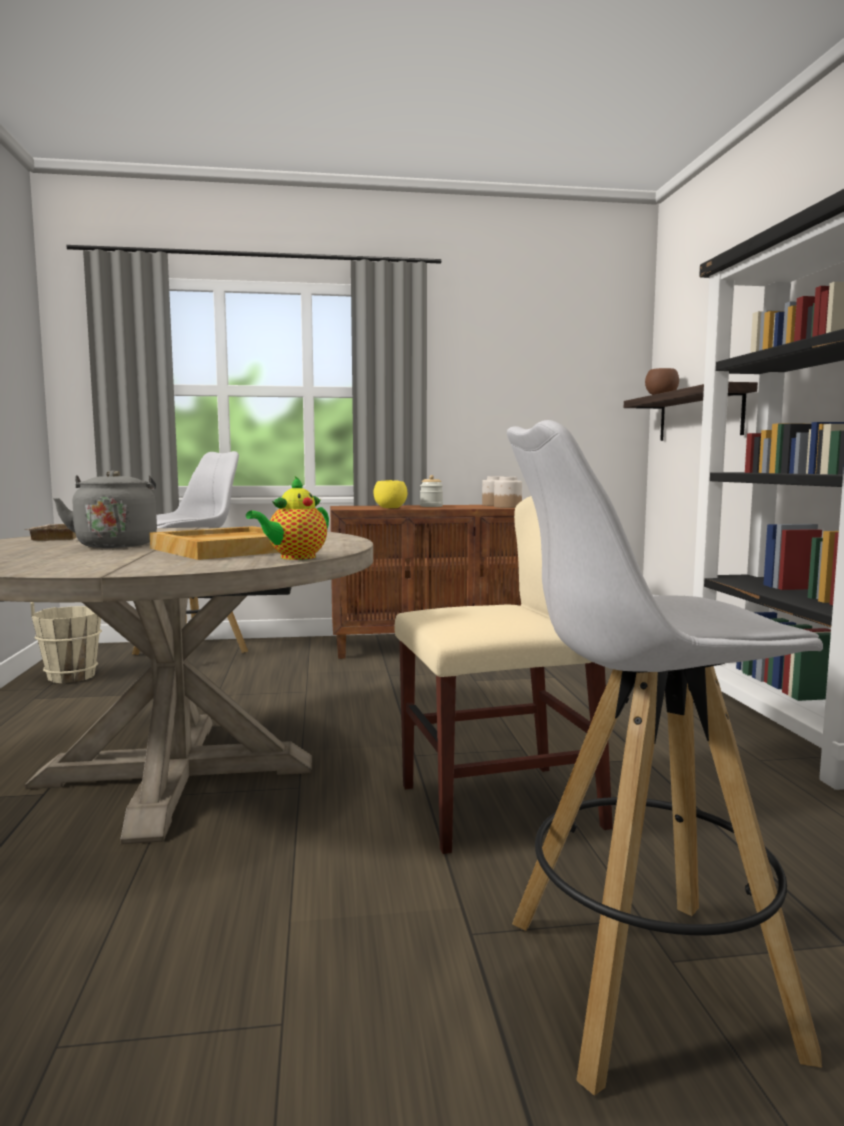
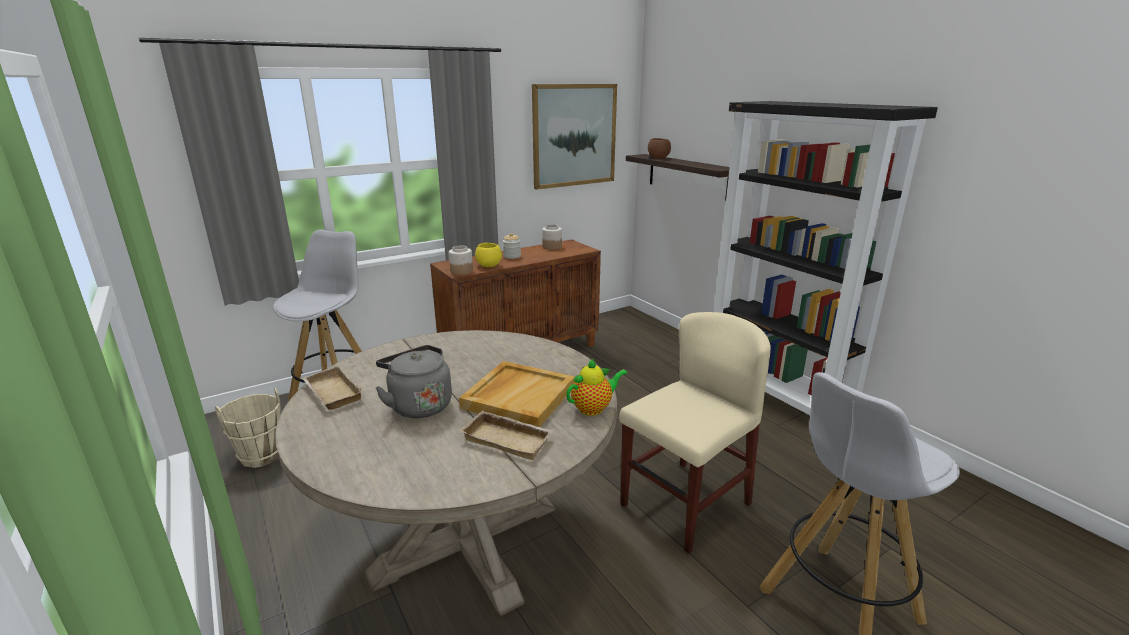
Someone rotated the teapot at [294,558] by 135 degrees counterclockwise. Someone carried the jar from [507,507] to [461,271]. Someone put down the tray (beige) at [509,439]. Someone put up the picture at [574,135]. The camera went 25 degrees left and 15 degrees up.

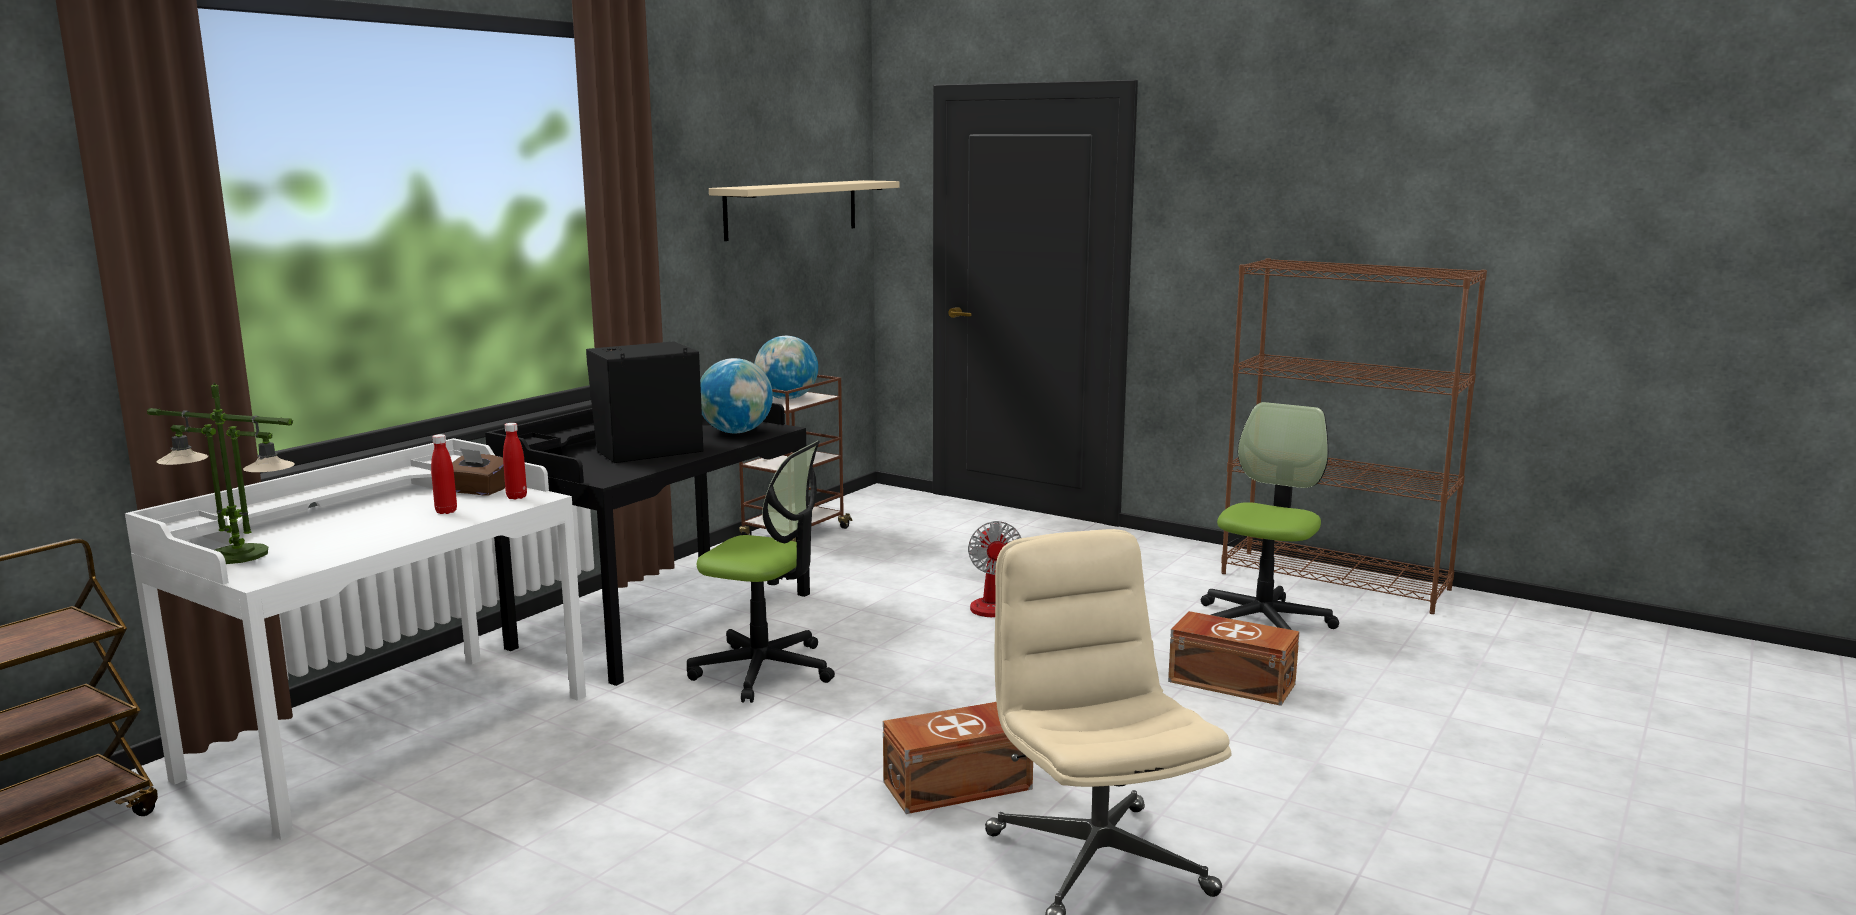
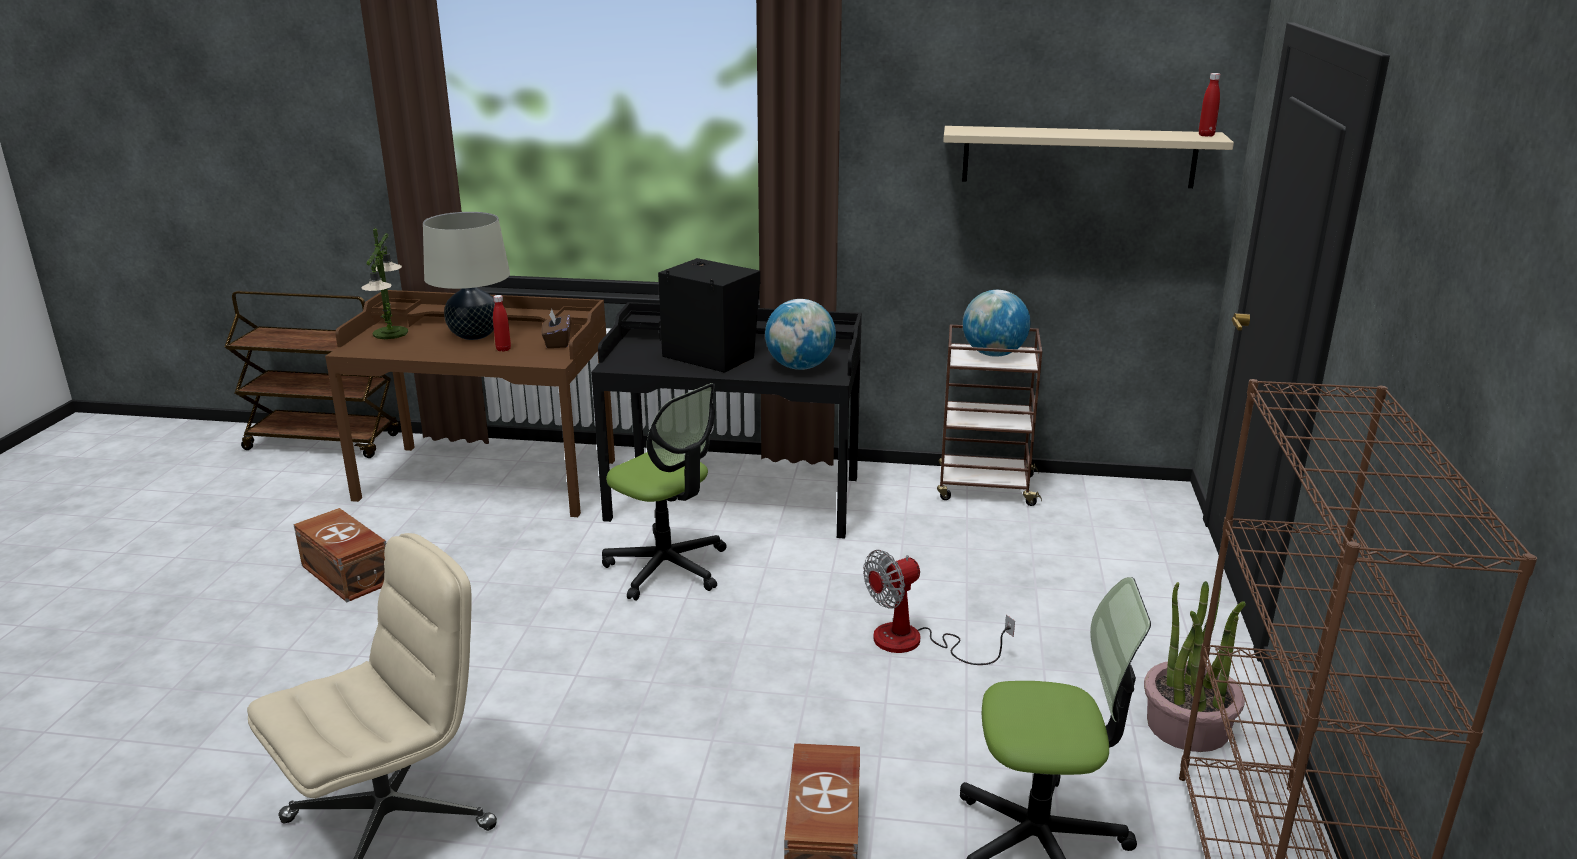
Someone repainted the desk (white) at [390,735], which became the desk (brown) at [488,479]. Someone carried the bottle (red) from [516,497] to [1206,135]. Someone rotated the office chair at [764,670] by 45 degrees counterclockwise. Someone carried the storage box (brown) from [960,786] to [346,575]. Someone put down the table lamp (beige) at [474,335]. Someone put down the potted plant at [1187,726]. The camera went 65 degrees right and 10 degrees up.

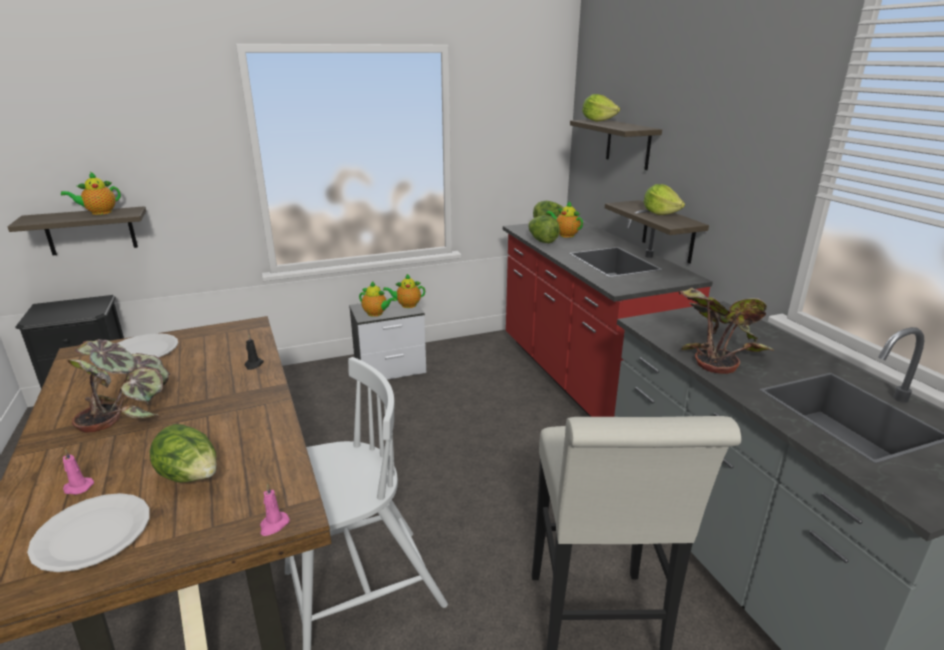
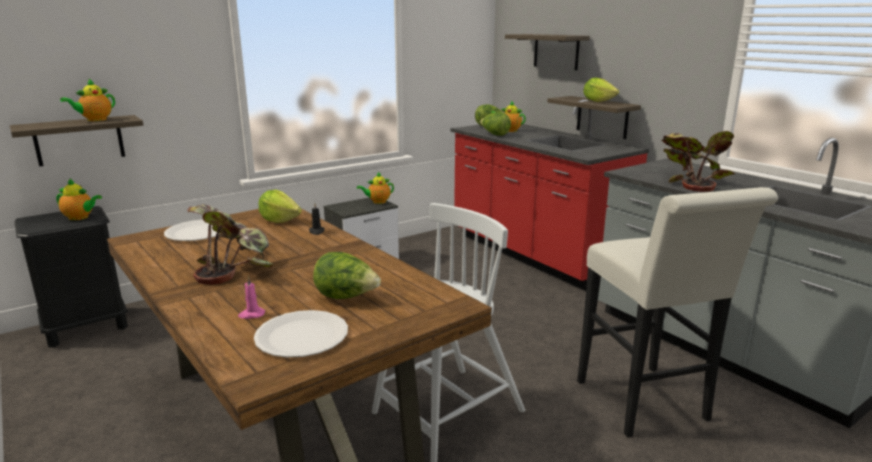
Someone took away the candle (pink) at [273,525]. Someone carried the teapot from [376,314] to [80,217]. Someone carried the lettuce from [598,121] to [279,220]. The camera went 15 degrees left and 5 degrees down.

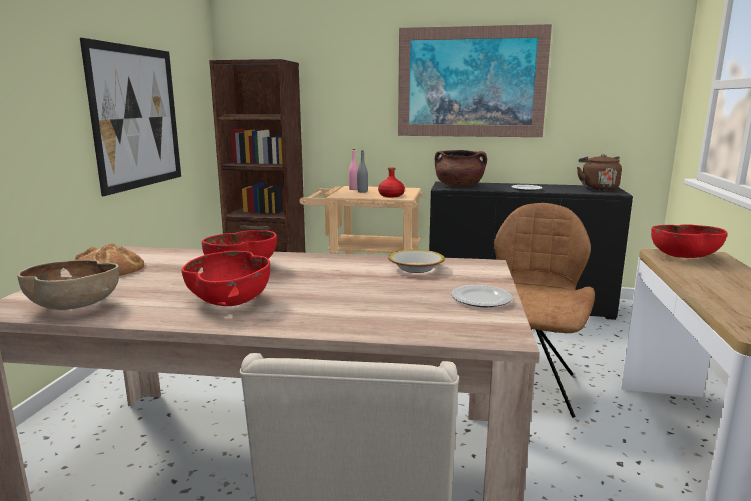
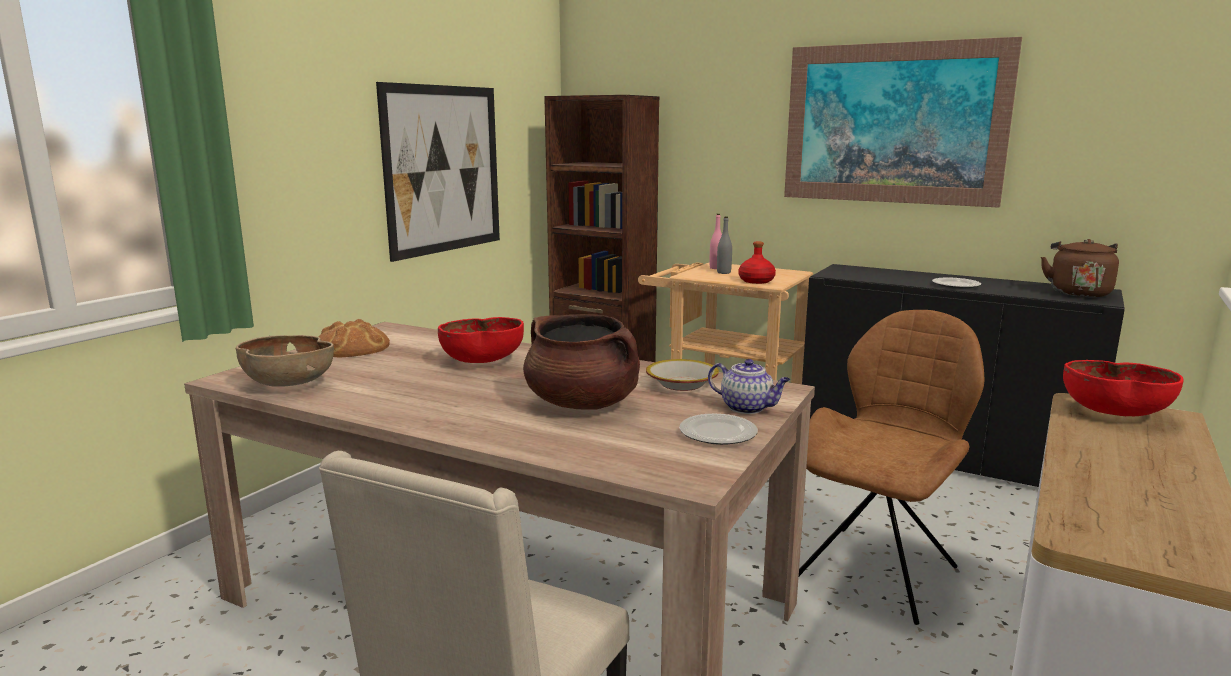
Someone took away the bowl (red) at [230,300]. Someone carried the cooking pot (brown) from [459,186] to [583,403]. Someone put down the teapot at [748,408]. The camera went 20 degrees right and 0 degrees up.

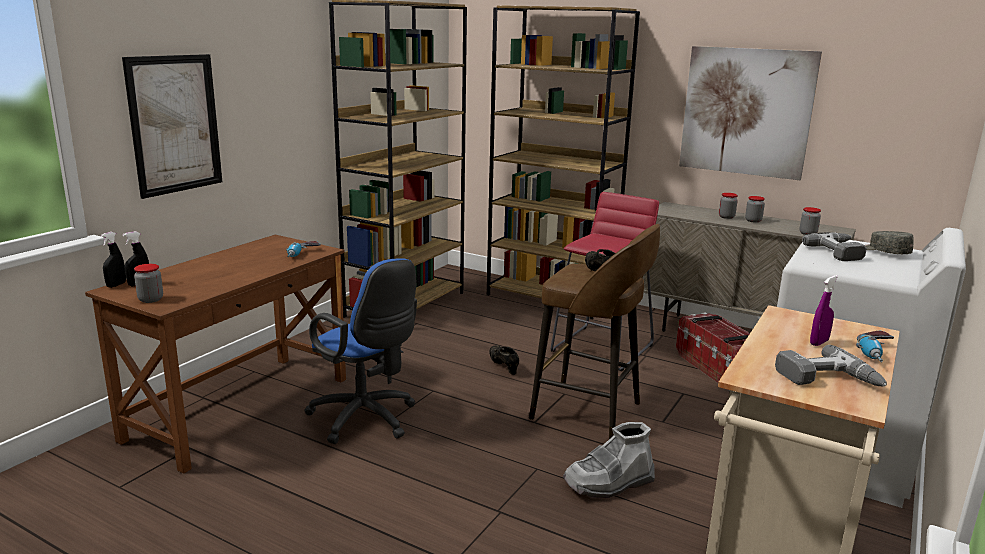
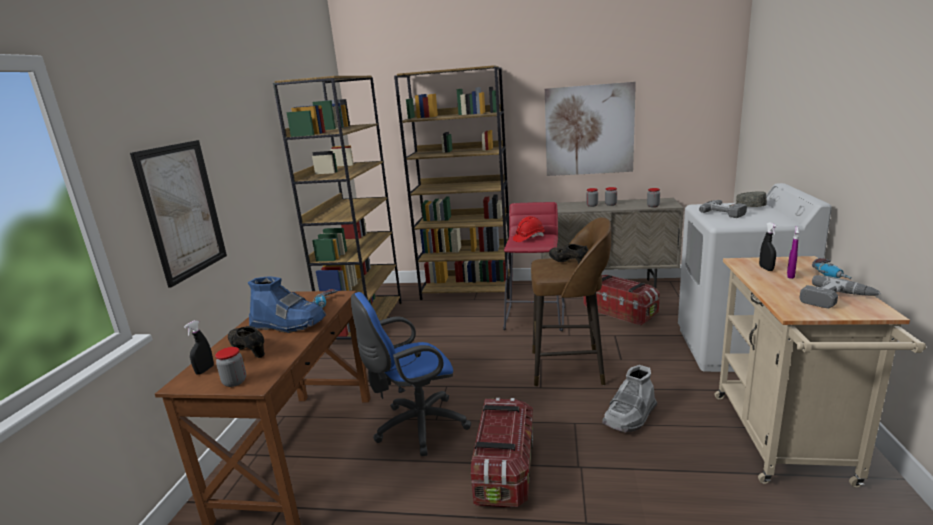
Someone carried the spray bottle (black) from [116,285] to [766,268]. Someone rotated the office chair (blue) at [366,420] by 135 degrees clockwise. Someone carried the shoe (black) from [504,366] to [249,351]. Someone put down the boot (blue) at [289,324]. Someone put down the storage box at [505,469]. Someone put down the hard hat (red) at [528,238]. The camera went 20 degrees left and 0 degrees up.

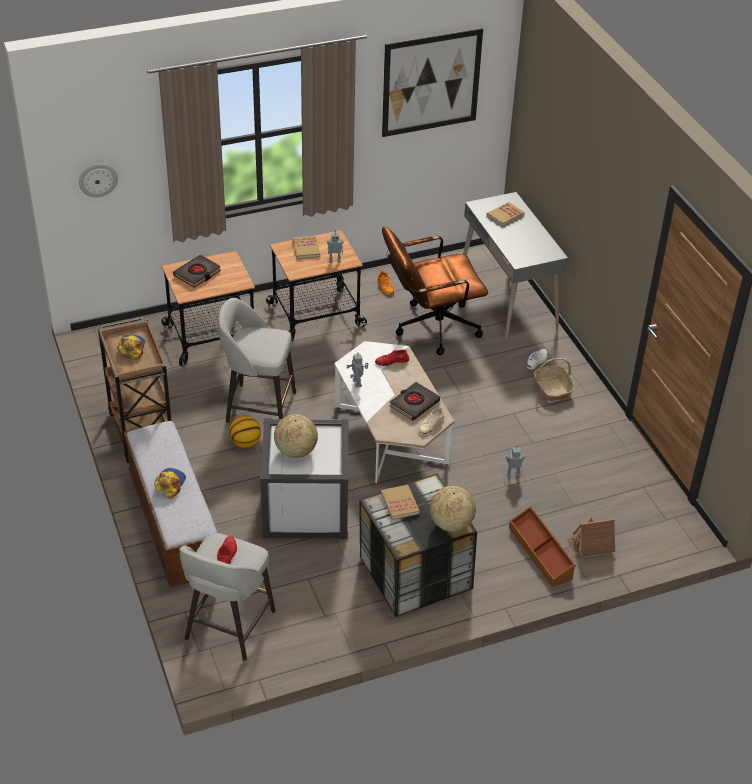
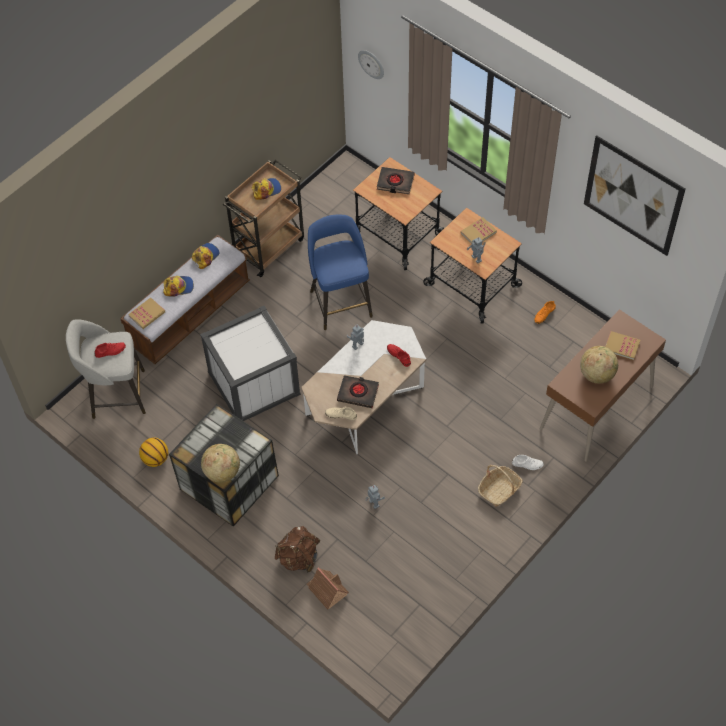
Someone repainted the stool (grey) at [258,406], which became the stool (blue) at [340,302]. Someone carried the basketball from [245,443] to [155,459]. Someone carried the globe from [295,451] to [597,374]. Someone carried the book from [400,503] to [147,314]. Someone took away the office chair (brown) at [430,328]. Someone repainted the desk (grey) at [508,298], which became the desk (brown) at [597,408]. Someone swapped the storage box (brown) at [541,553] for the backpack (brown) at [298,558]. Someone put down the cap at [205,256]. The camera went 65 degrees right and 15 degrees up.

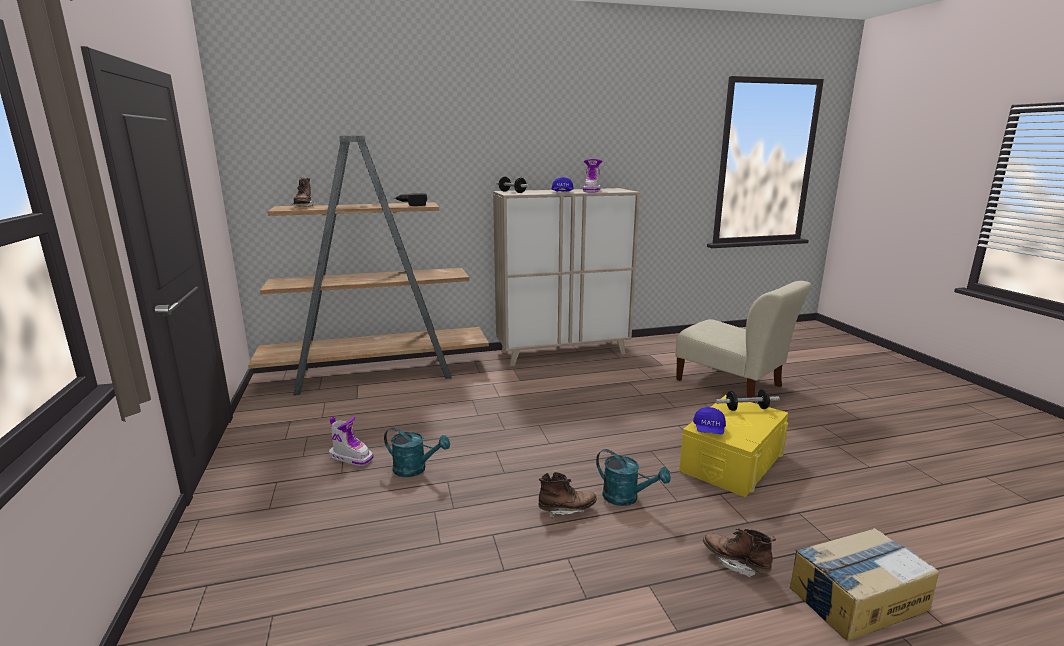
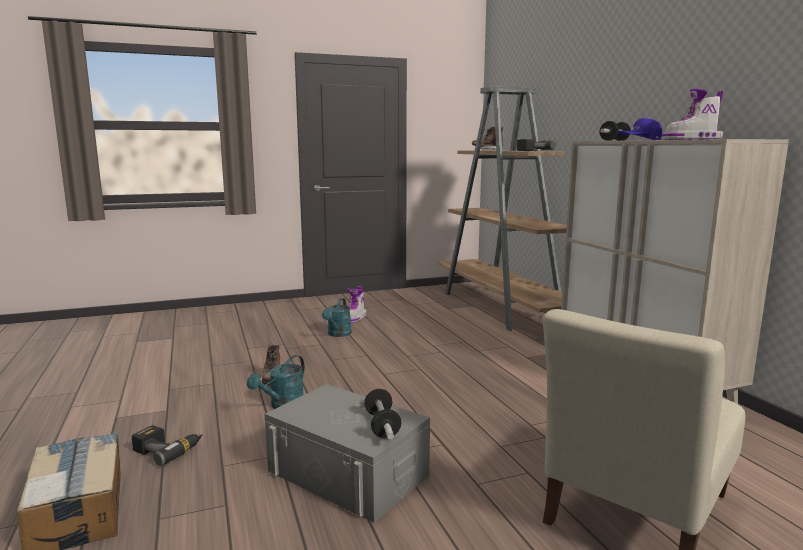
Someone repainted the storage box (yellow) at [732,461], which became the storage box (grey) at [348,473]. Someone took away the cap (blue) at [709,430]. Someone swapped the boot (brown) at [735,562] for the power drill at [168,449]. The camera went 85 degrees right and 5 degrees down.

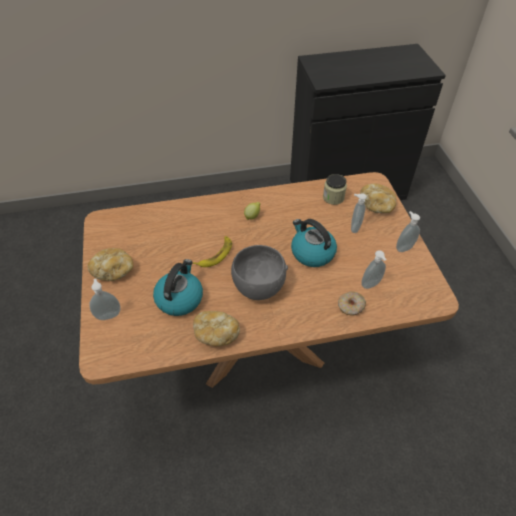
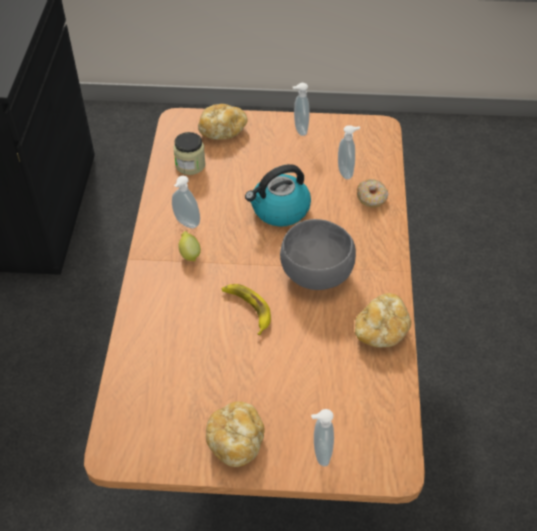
Someone took away the kettle at [179,298]. Someone carried the soap dispenser from [354,227] to [186,224]. The camera went 75 degrees left and 0 degrees up.

